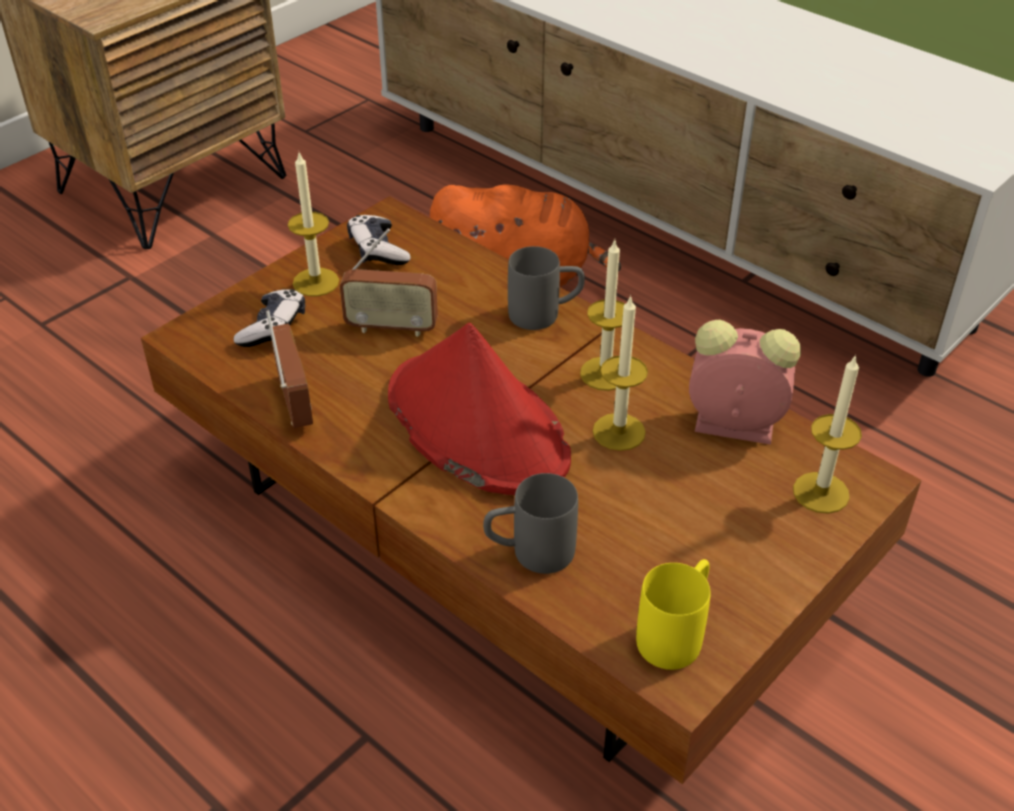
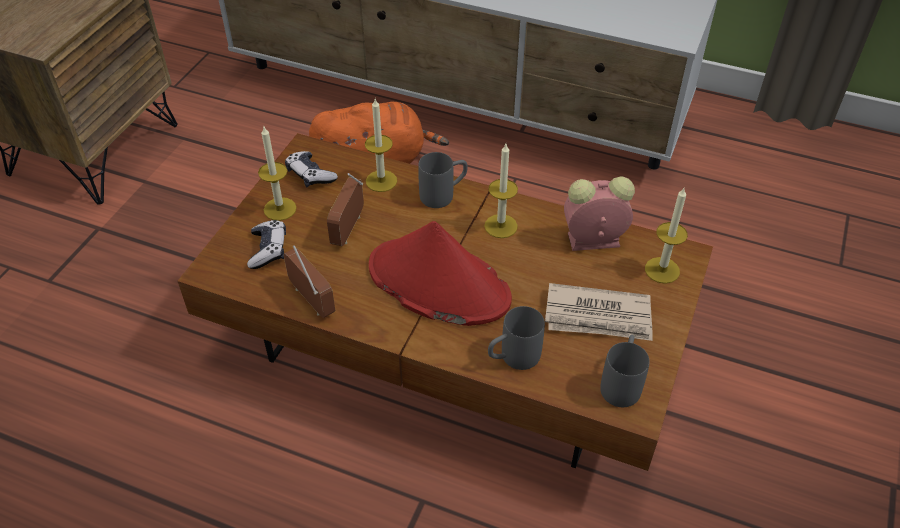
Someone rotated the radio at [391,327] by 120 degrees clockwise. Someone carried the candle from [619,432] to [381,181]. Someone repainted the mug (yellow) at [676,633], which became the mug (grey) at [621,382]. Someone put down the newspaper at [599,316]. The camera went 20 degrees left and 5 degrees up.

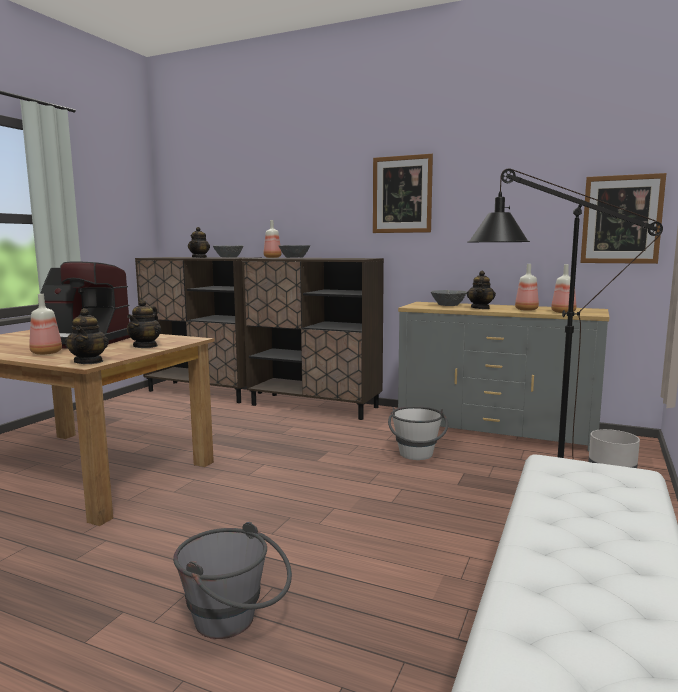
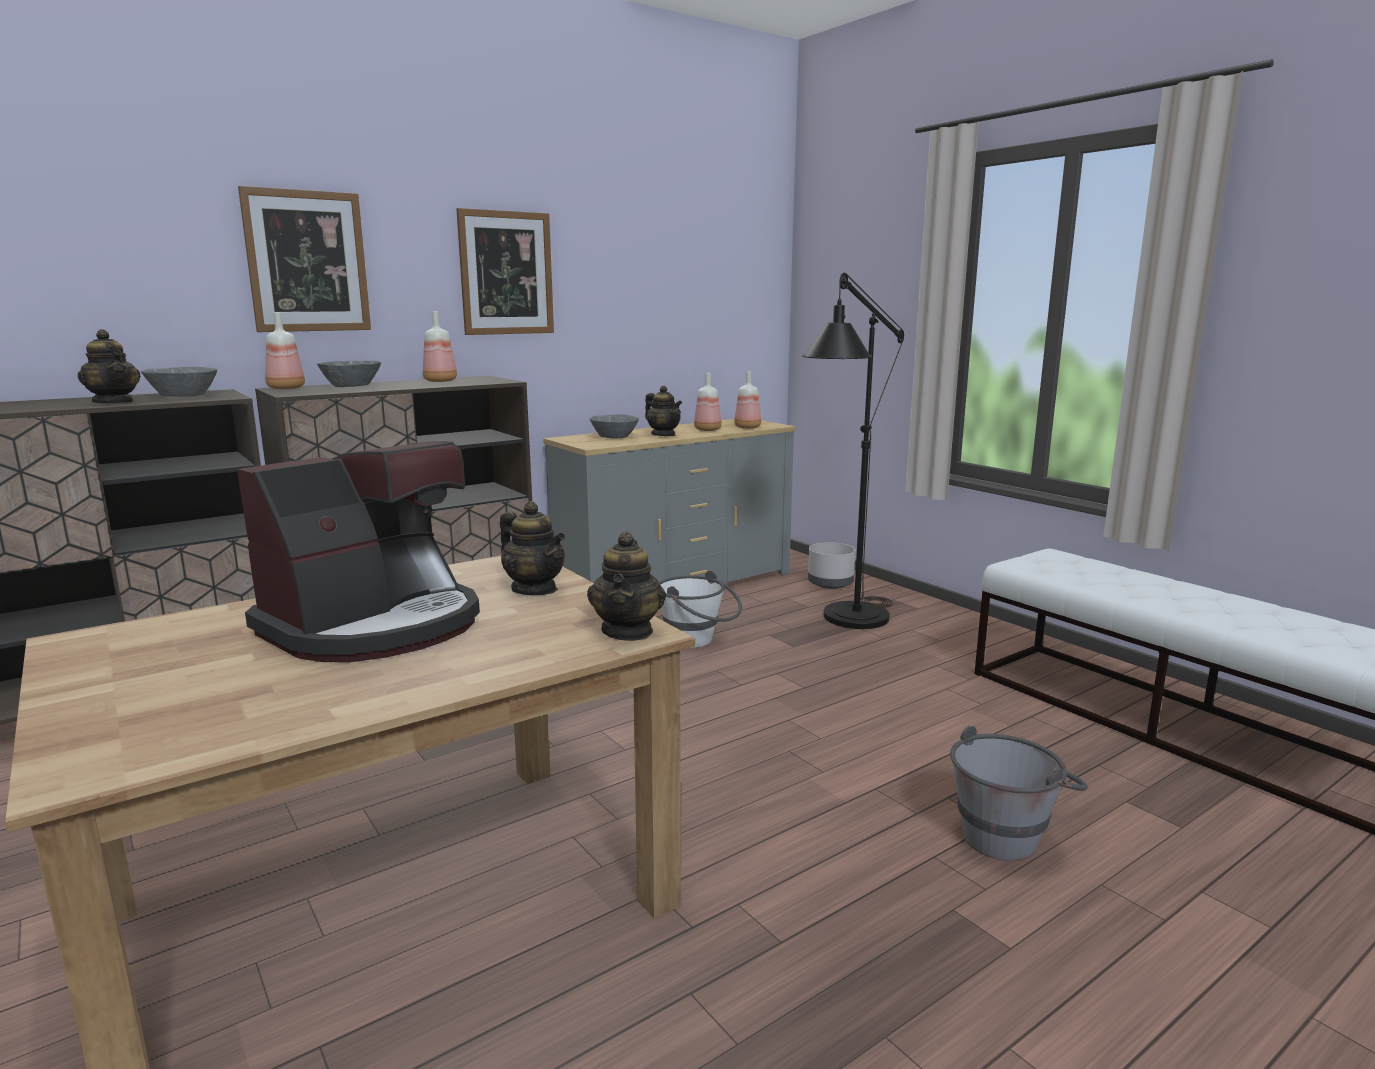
Someone carried the bottle from [46,353] to [441,381]. Someone rotated the teapot at [89,362] by 75 degrees clockwise. Someone carried the picture from [621,219] to [307,262]. The camera went 60 degrees left and 5 degrees up.

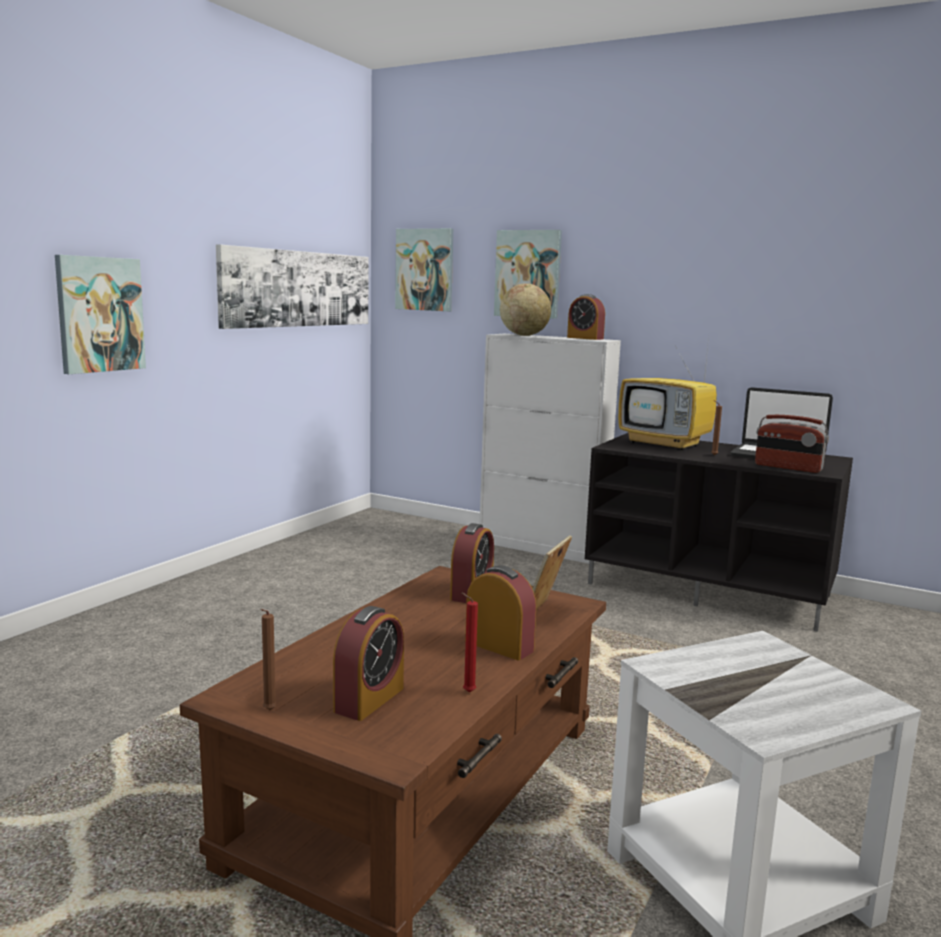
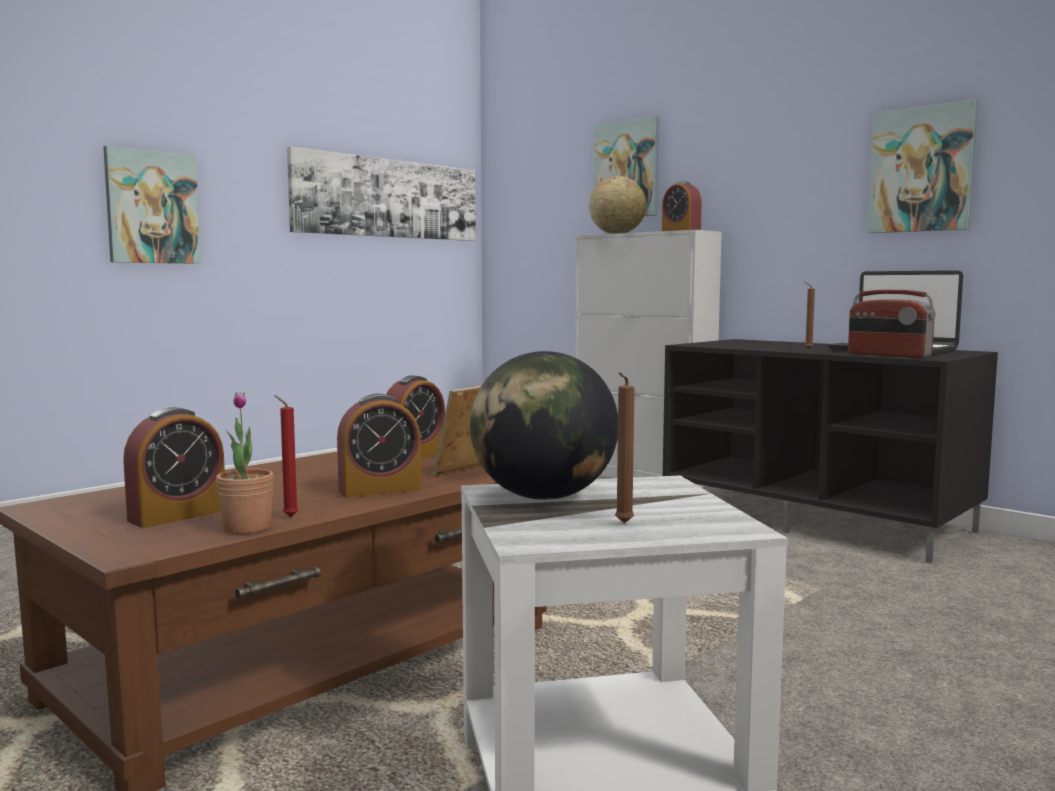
Someone carried the candle (brown) from [268,711] to [622,524]. Someone carried the picture from [425,270] to [922,170]. Someone rotated the alarm clock at [499,646] by 105 degrees clockwise. Someone took away the television at [666,444]. Someone put down the potted plant at [247,528]. Someone put down the globe at [544,497]. The camera went 15 degrees right and 5 degrees down.

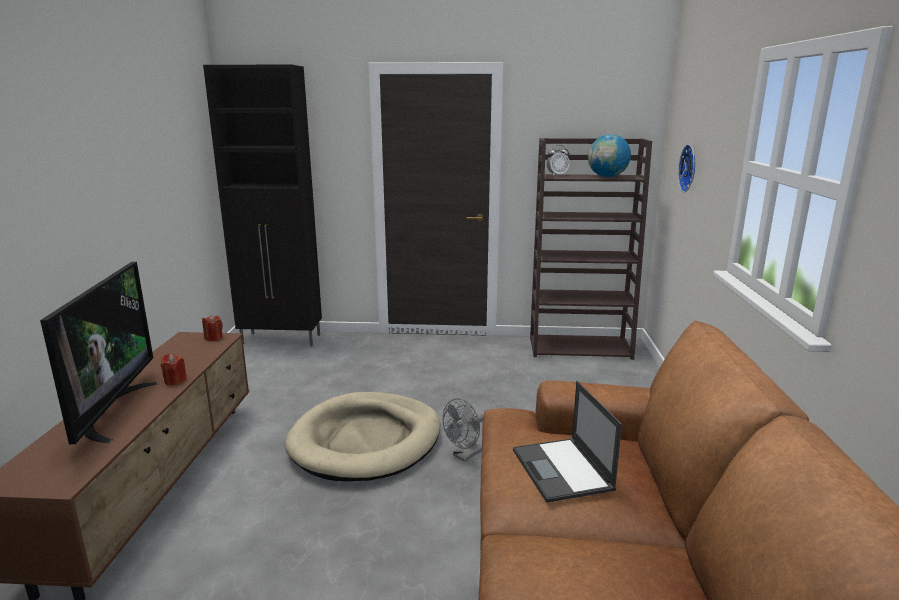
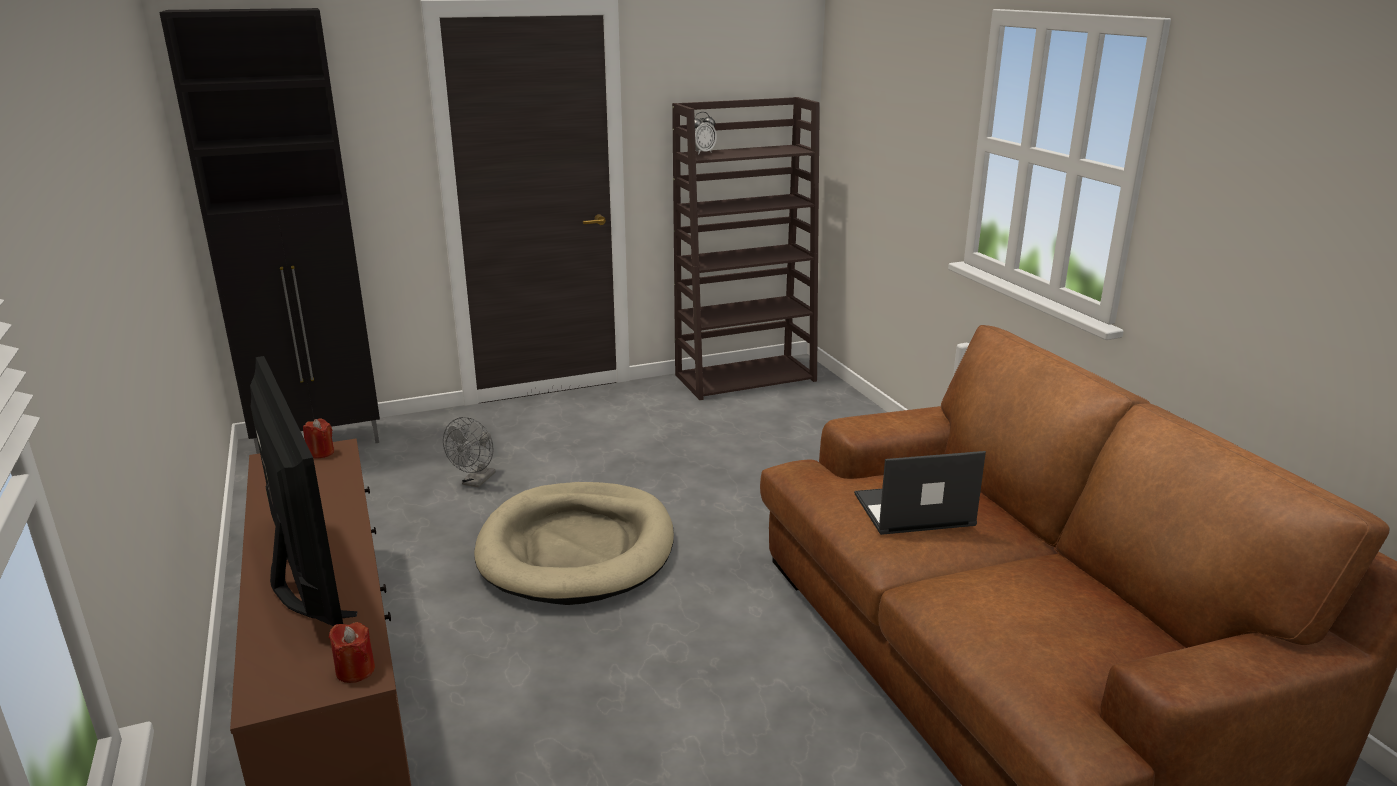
Someone carried the candle (red) from [175,380] to [355,670]. Someone carried the fan (grey) from [465,455] to [476,482]. Someone rotated the laptop at [562,470] by 120 degrees clockwise. Someone took away the globe at [607,177]. Someone took away the wall clock at [690,168]. The camera went 25 degrees left and 5 degrees up.

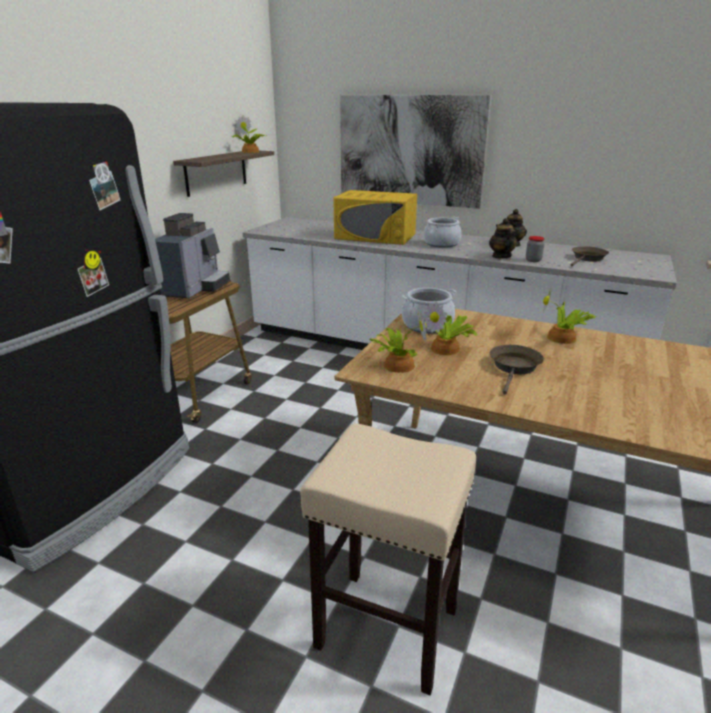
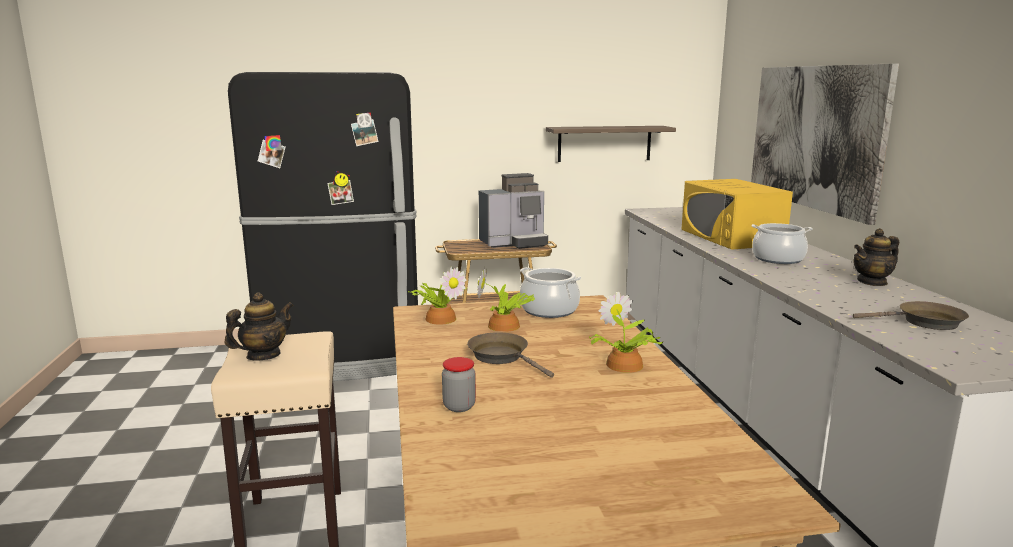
Someone took away the potted plant at [250,152]. Someone carried the teapot from [501,256] to [263,355]. Someone rotated the frying pan (brown) at [514,368] by 120 degrees counterclockwise. Someone carried the jar from [533,260] to [459,406]. The camera went 55 degrees right and 10 degrees down.

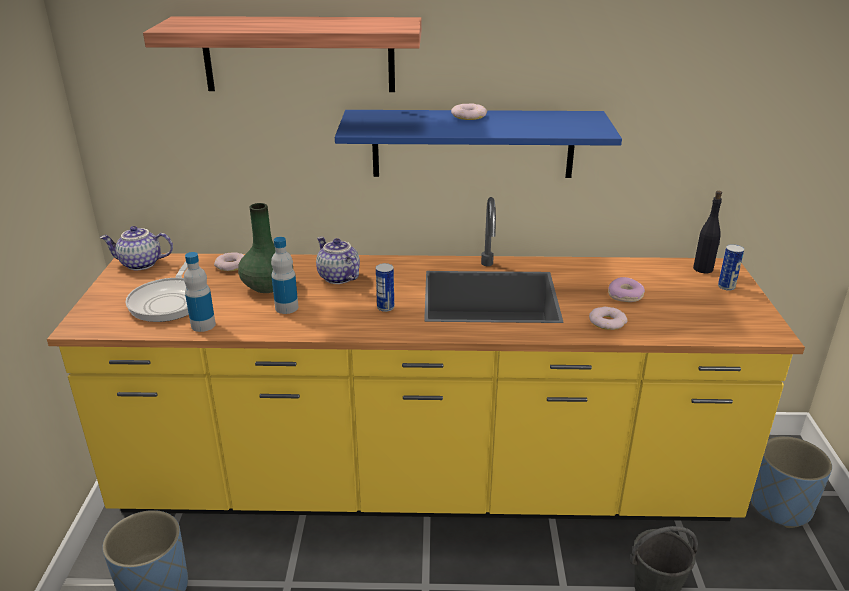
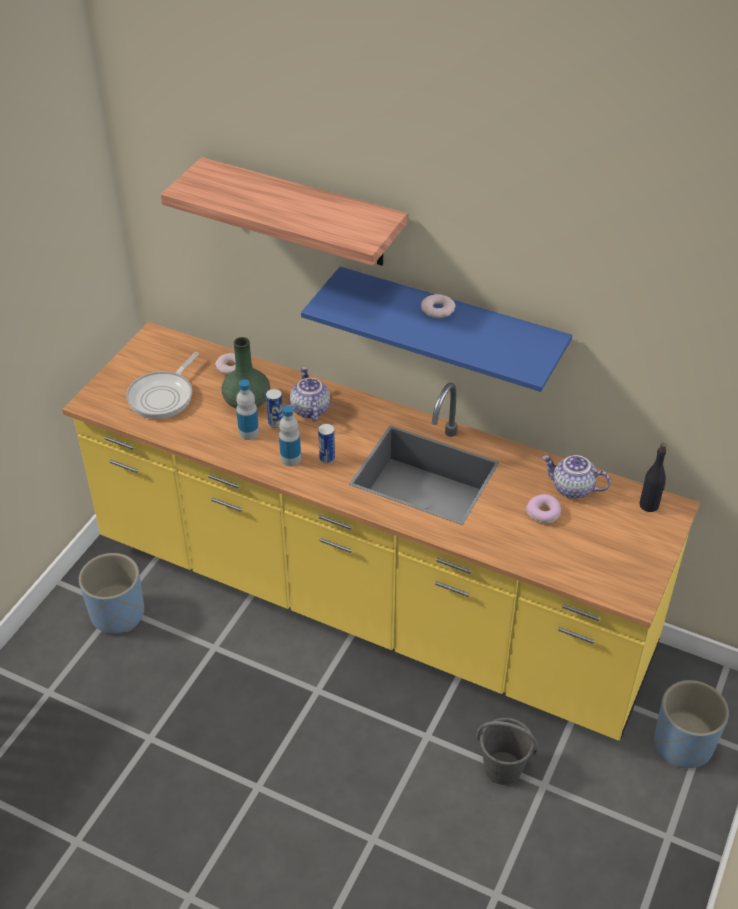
Someone carried the teapot from [140,264] to [572,489]. Someone carried the bottle from [203,325] to [290,459]. Someone took away the donut at [607,322]. Someone carried the can from [726,286] to [275,423]. The camera went 25 degrees right and 15 degrees up.

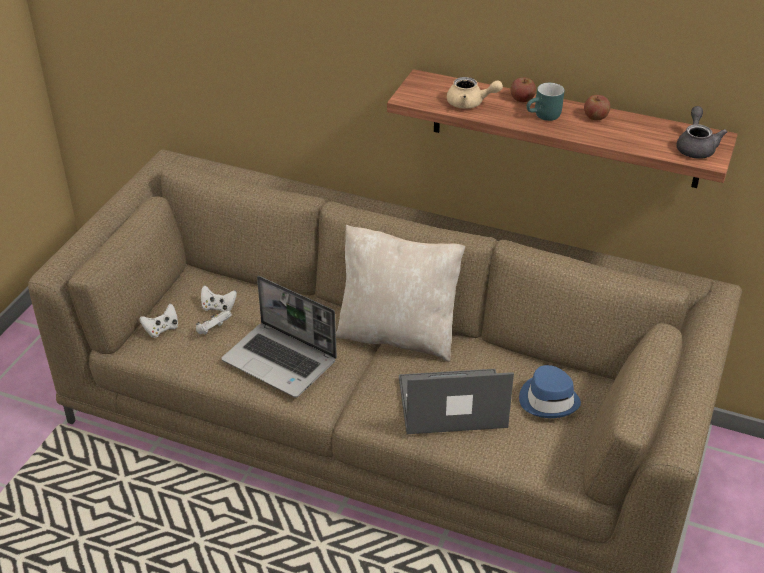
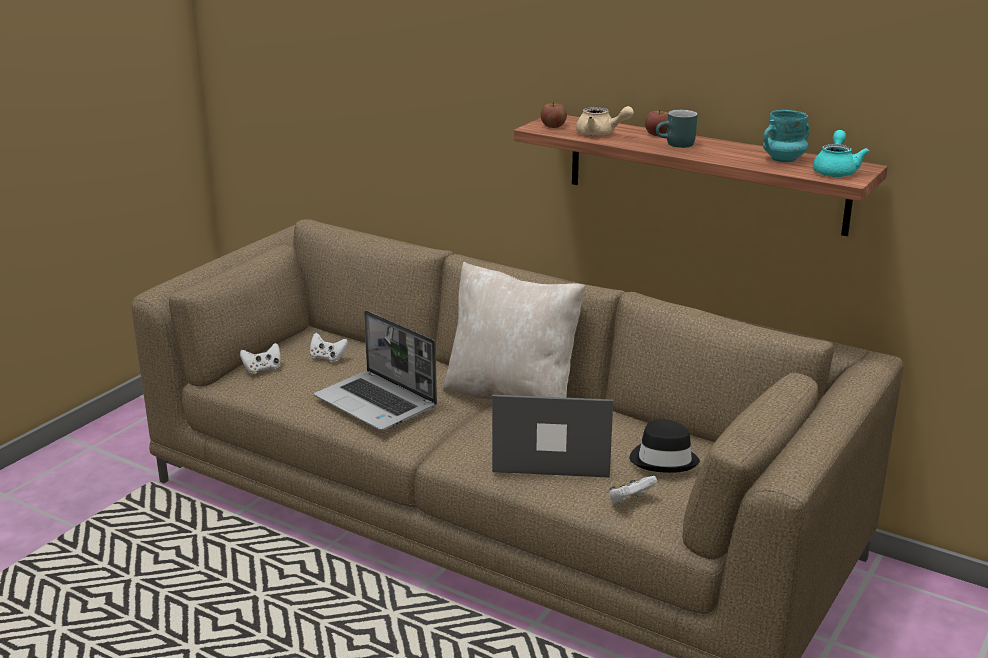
Someone carried the game controller (white) from [213,330] to [630,501]. Someone repainted the hat (blue) at [549,400], which became the hat (black) at [664,459]. Someone carried the apple from [595,117] to [553,126]. Someone repainted the teapot (grey) at [696,147], which became the teapot (turquoise) at [835,171]. Someone put down the mug (turquoise) at [783,160]. The camera went 10 degrees right and 15 degrees down.

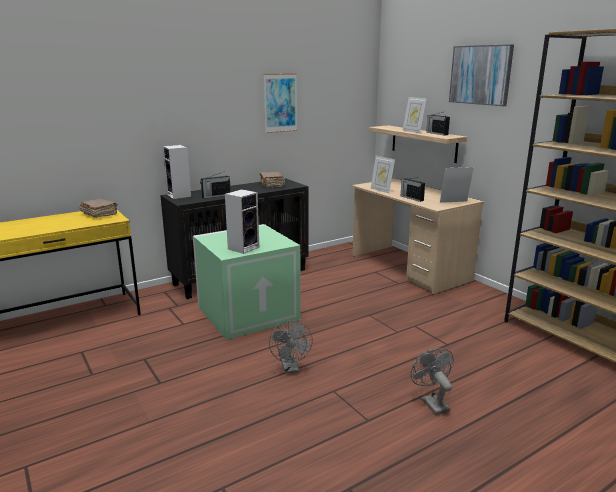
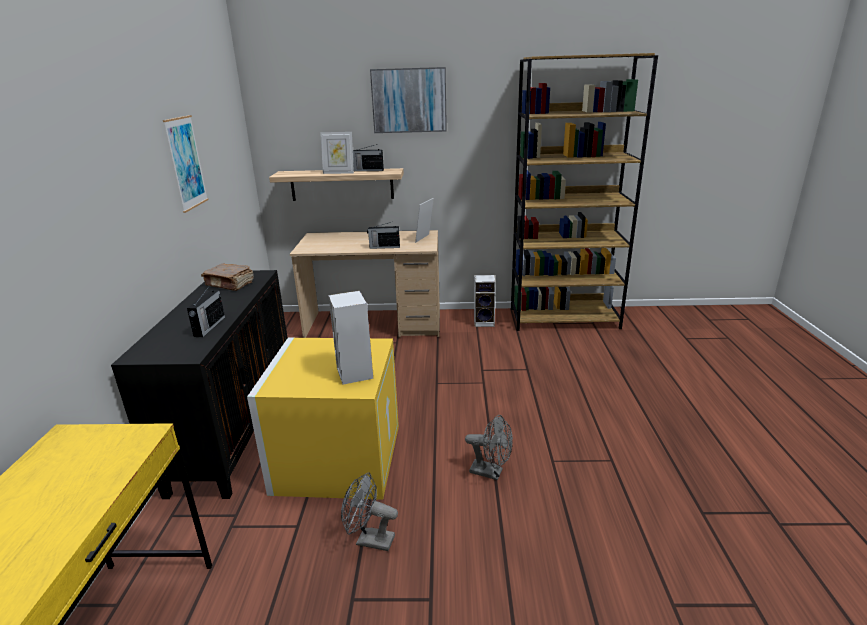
Someone took away the book (brown) at [99,214]. Someone carried the speaker from [179,196] to [485,322]. Someone repainted the storage box (green) at [248,312], which became the storage box (yellow) at [336,457]. Someone took away the picture frame at [381,190]. Someone carried the fan (grey) from [431,402] to [369,540]. The camera went 55 degrees left and 5 degrees up.

